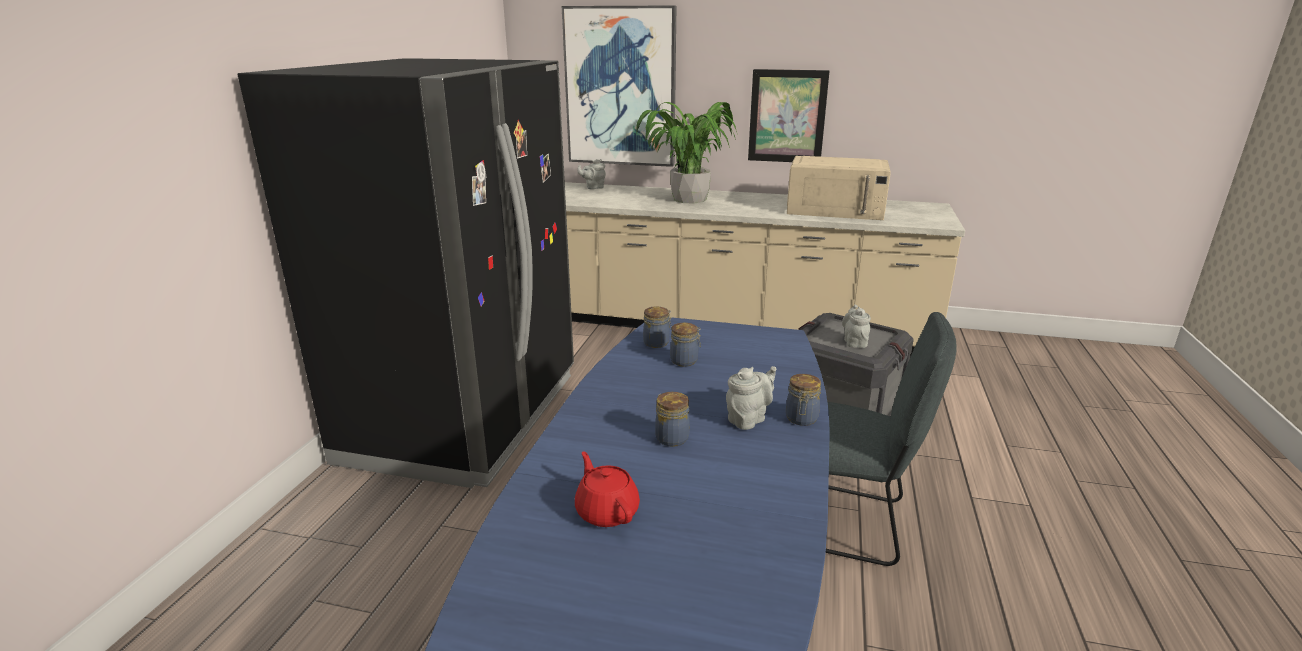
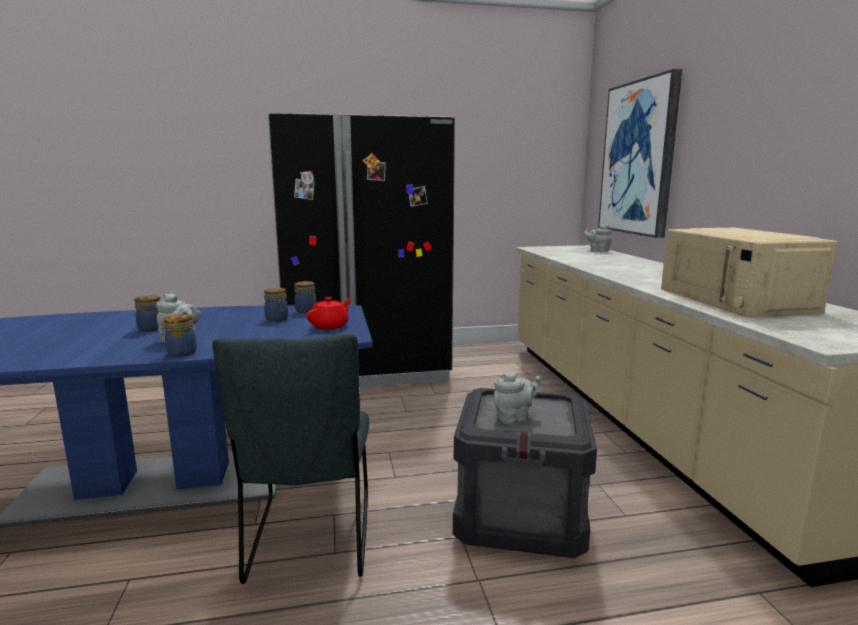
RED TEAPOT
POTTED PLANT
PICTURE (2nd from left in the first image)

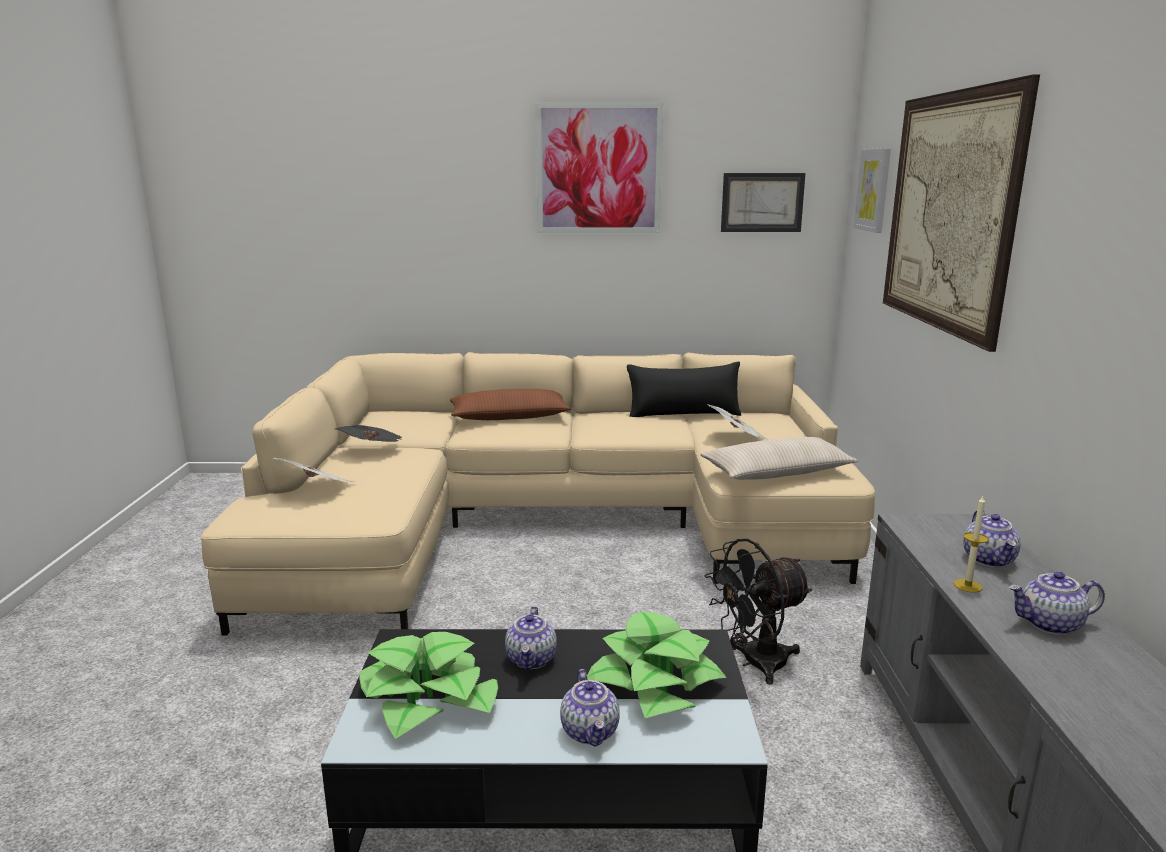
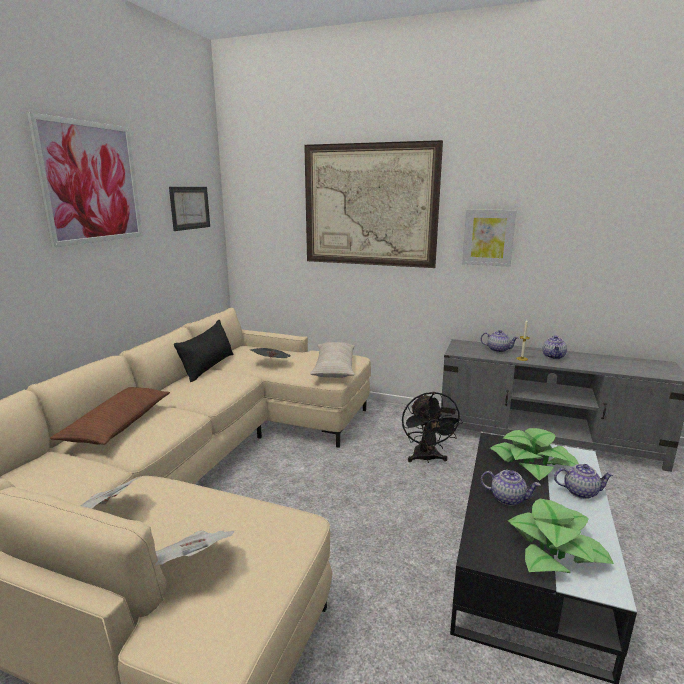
PICTURE (4th from left)

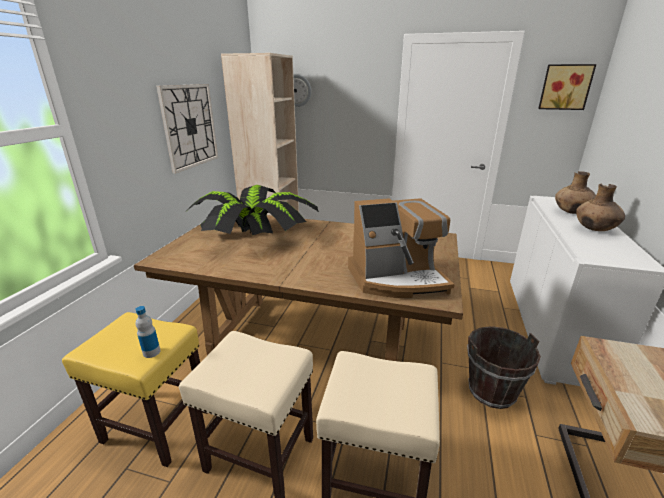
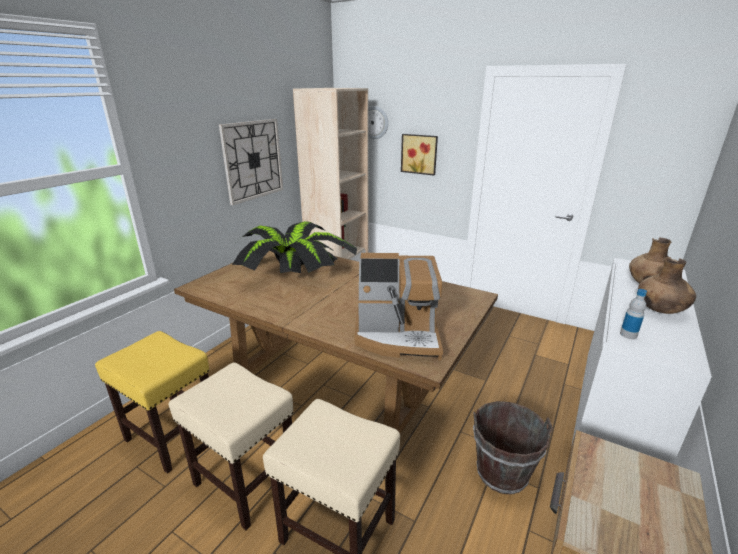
BOTTLE
PICTURE

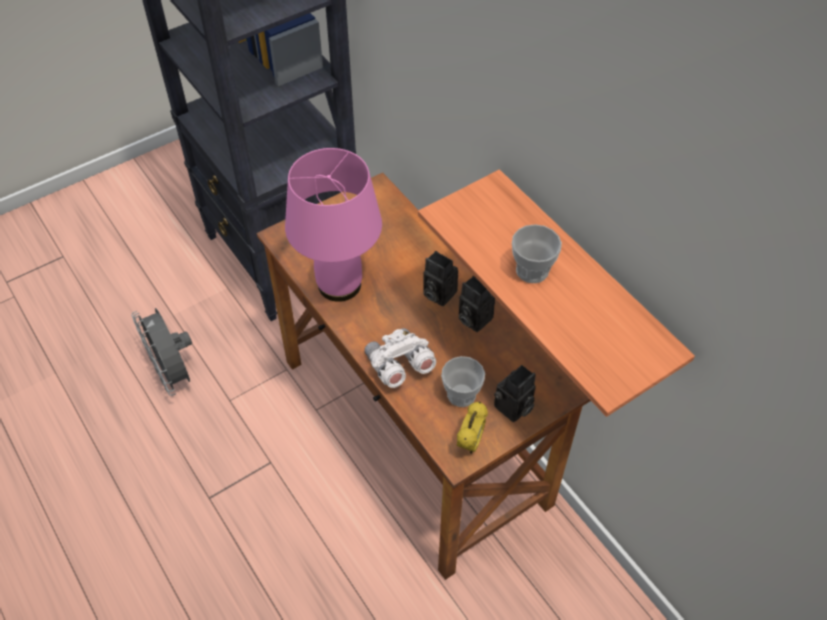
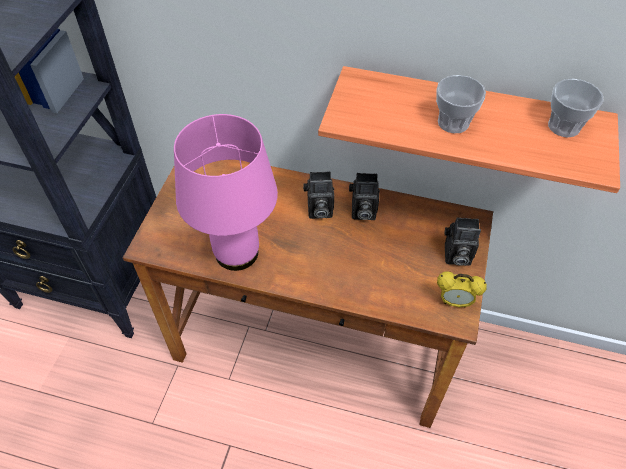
GREY FAN
WHITE BINOCULARS
CUP (2nd from left)
ALARM CLOCK
PHOTO CAMERA (3rd from left)

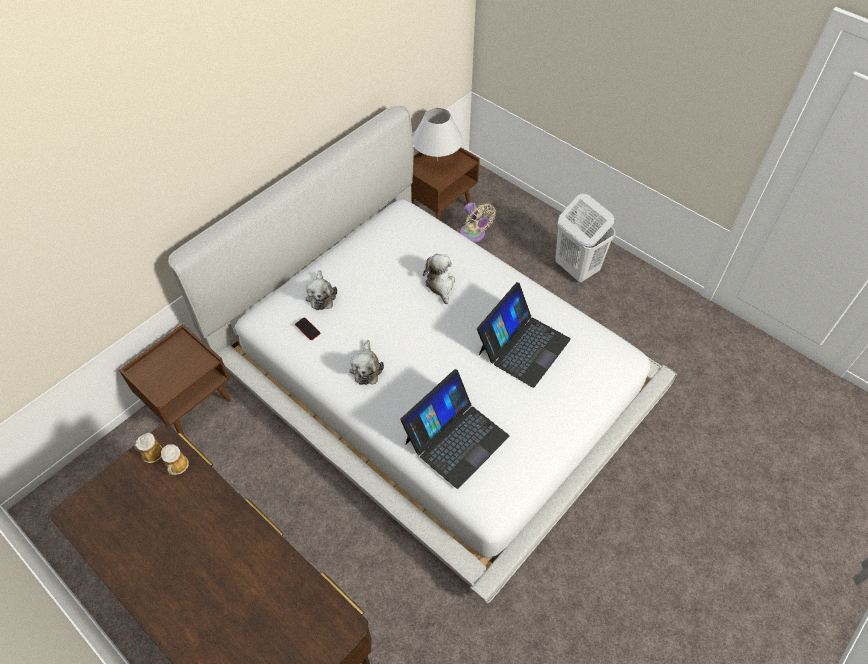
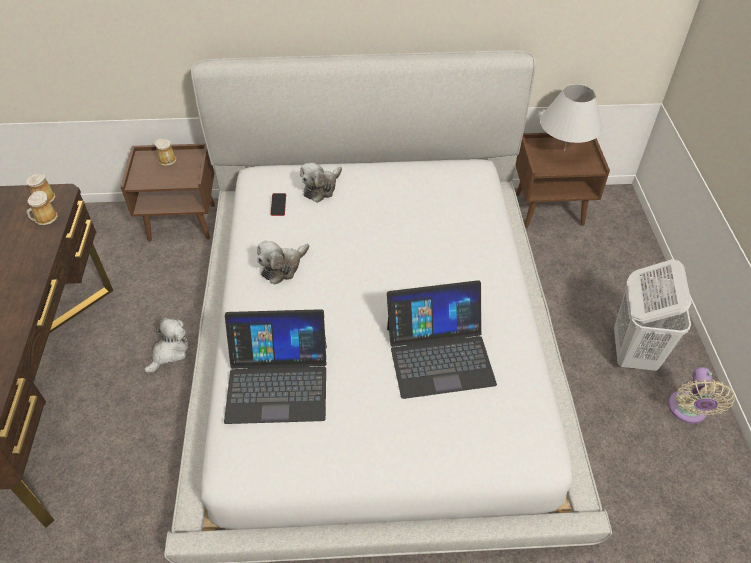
PLUSH TOY (1st from left)
BEIGE FAN
MUG (3rd from left)

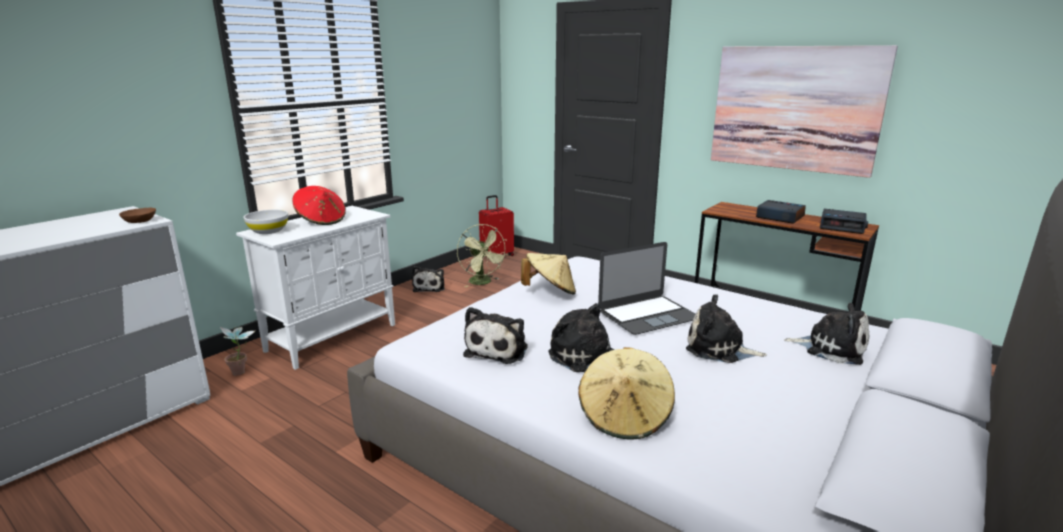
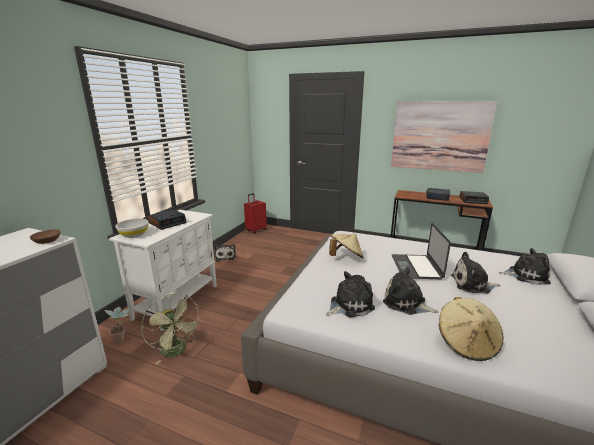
ALARM CLOCK (1st from left)
GREEN FAN
PLUSH TOY (2nd from left)
LAPTOP

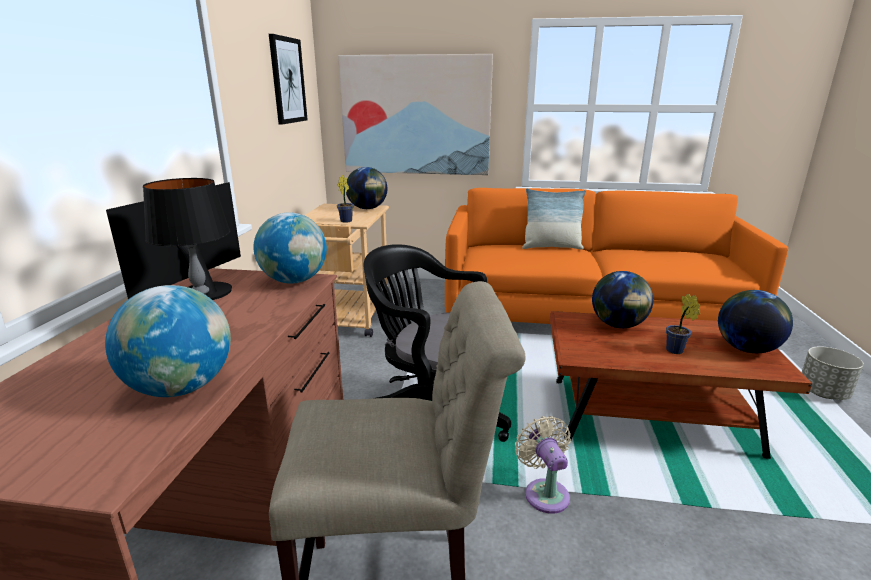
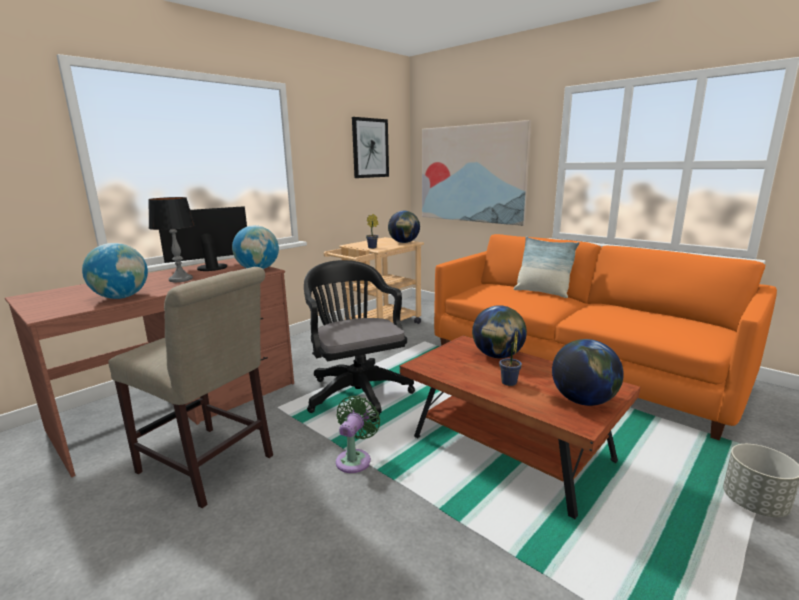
GREEN FAN

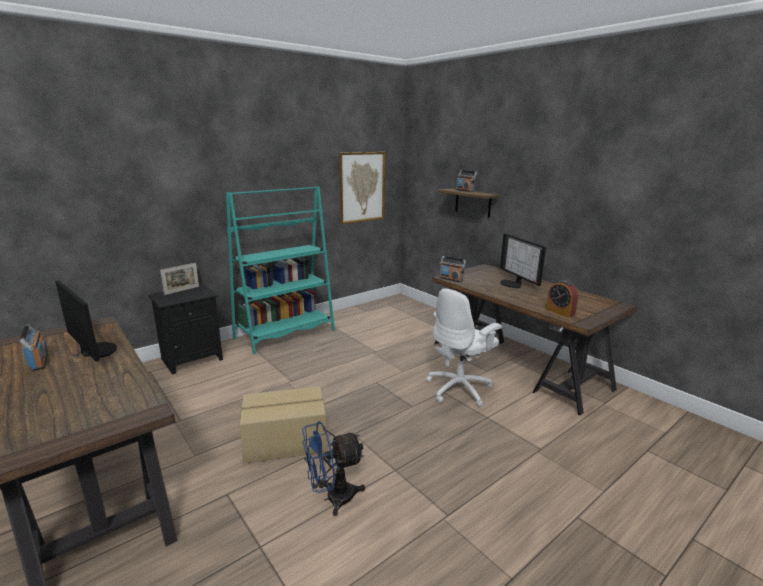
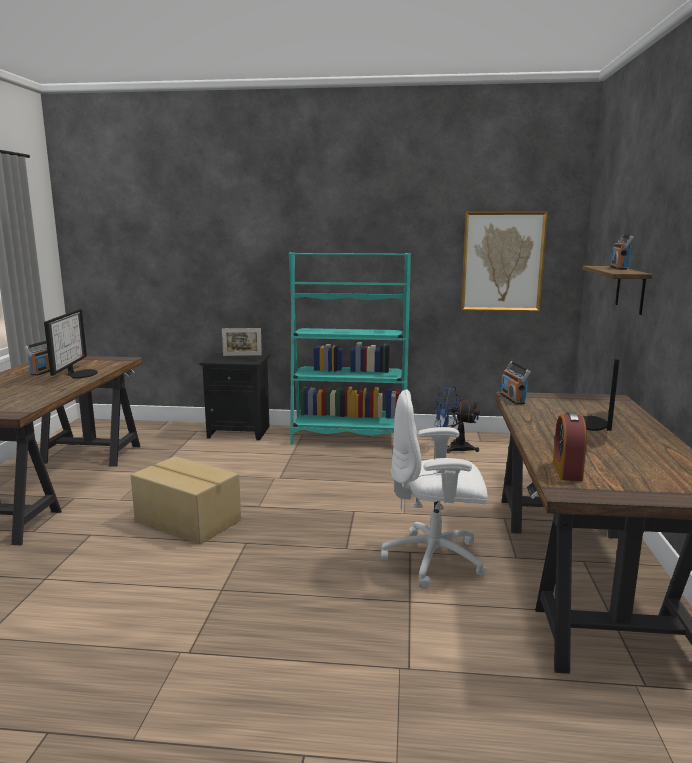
BLUE FAN

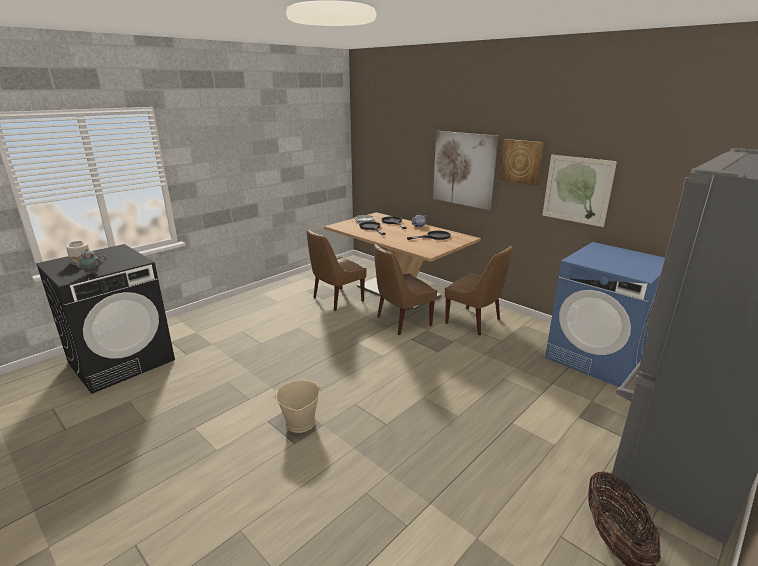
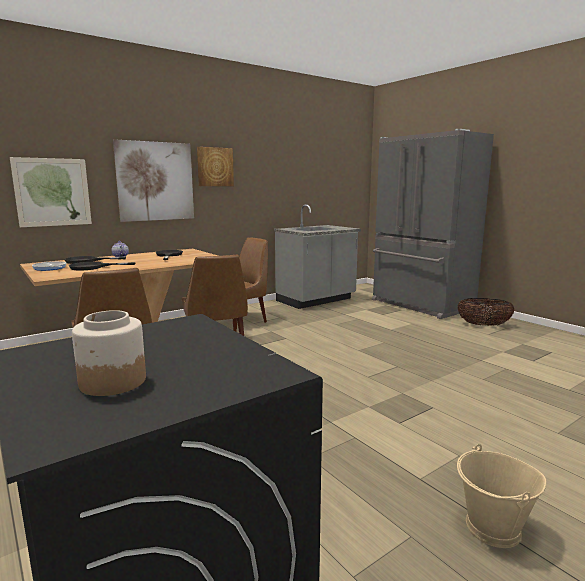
TEAPOT (1st from left in the first image)
BEIGE BUCKET
PICTURE (1st from left)
GREY COUNTER

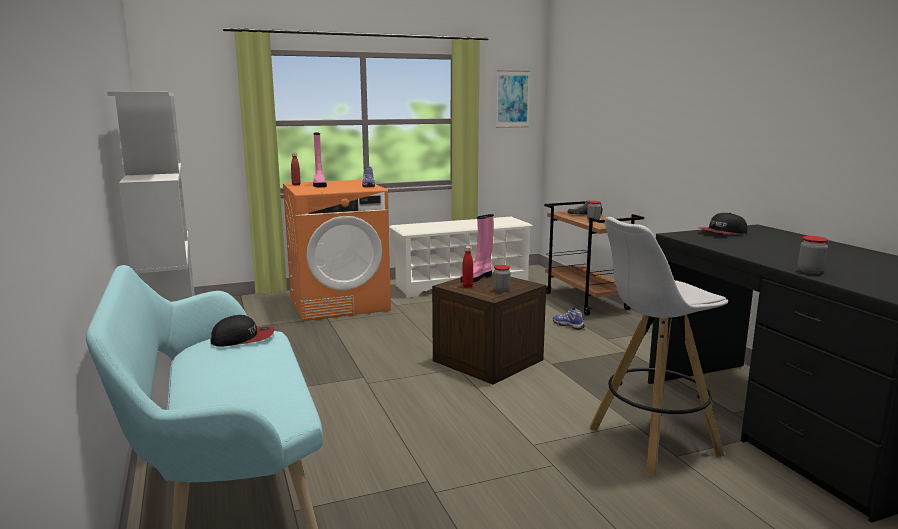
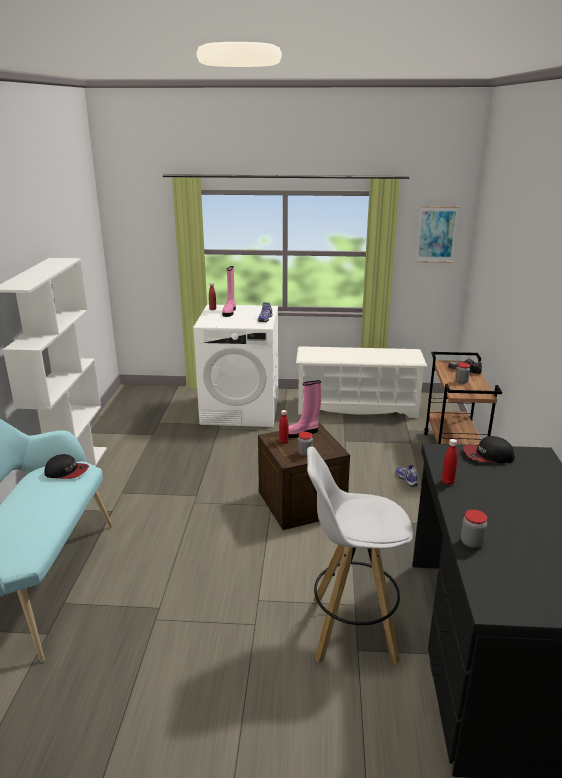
WHITE WASHING MACHINE
RED BOTTLE (3rd from left)

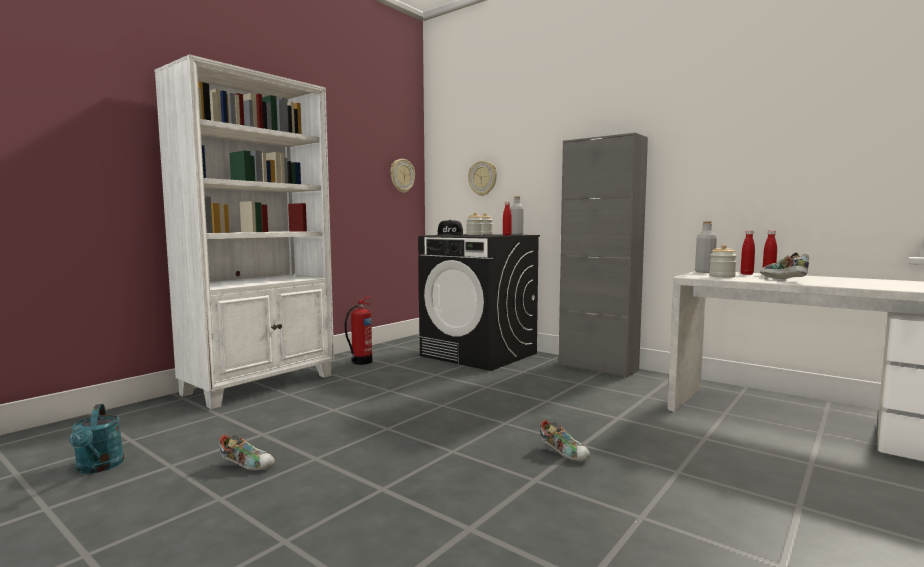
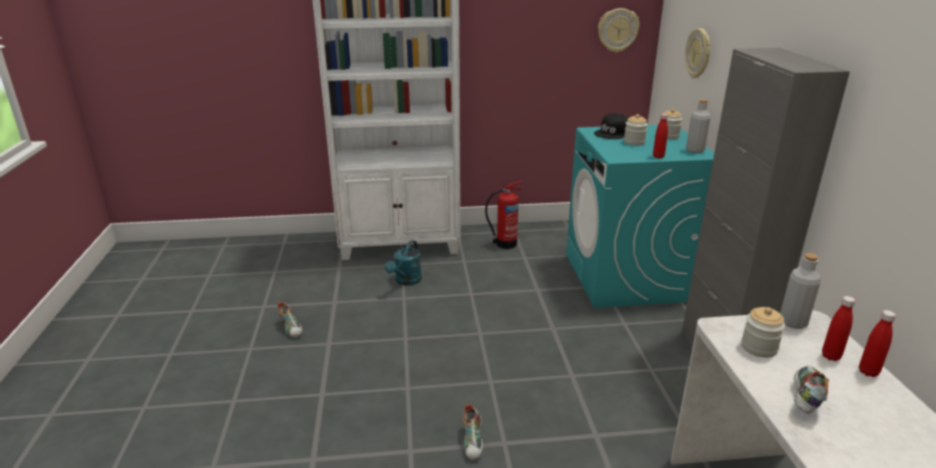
TURQUOISE WATERING CAN
TURQUOISE WASHING MACHINE

